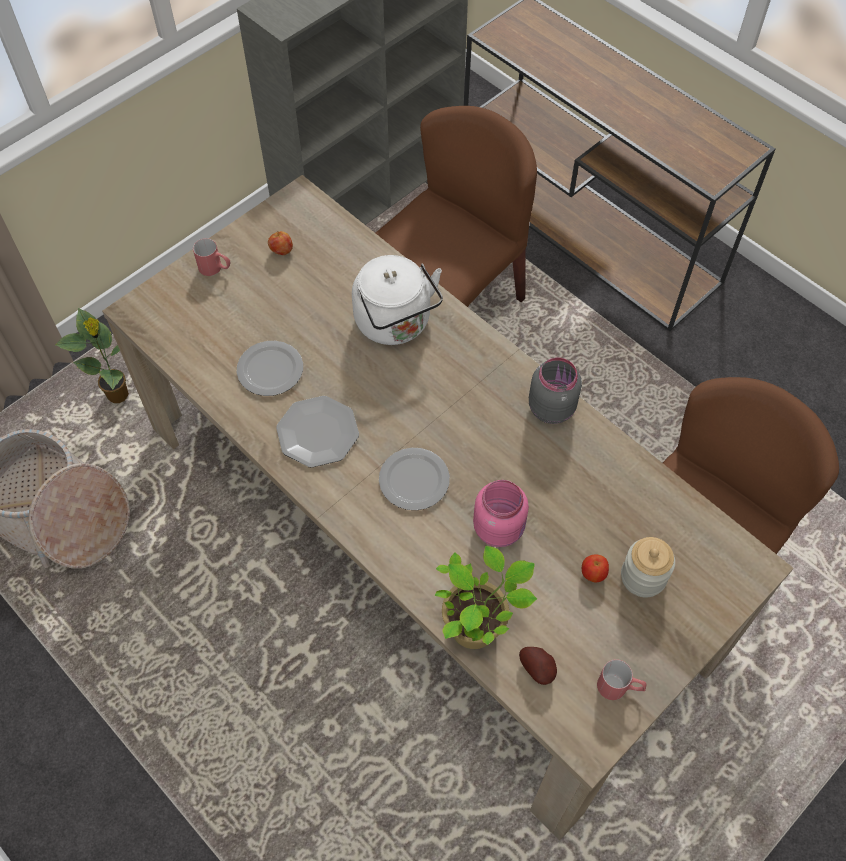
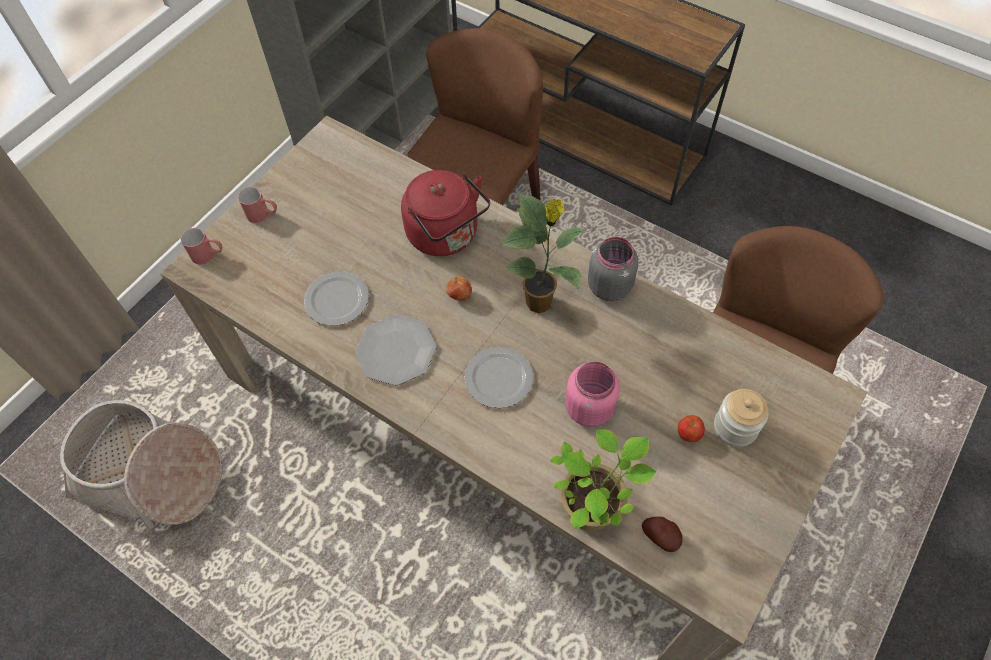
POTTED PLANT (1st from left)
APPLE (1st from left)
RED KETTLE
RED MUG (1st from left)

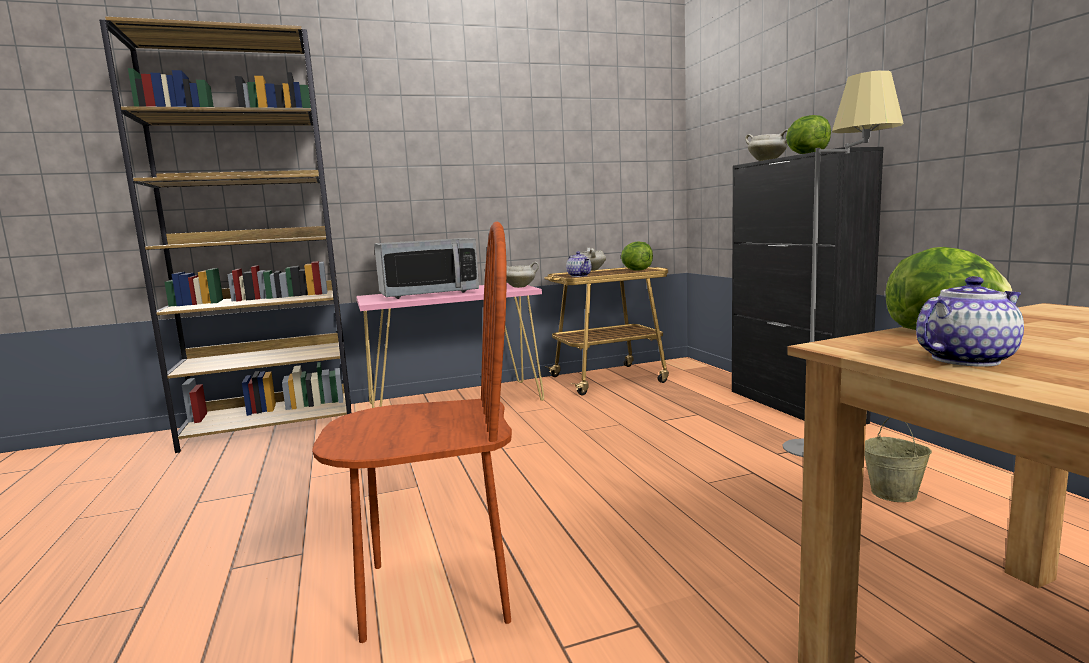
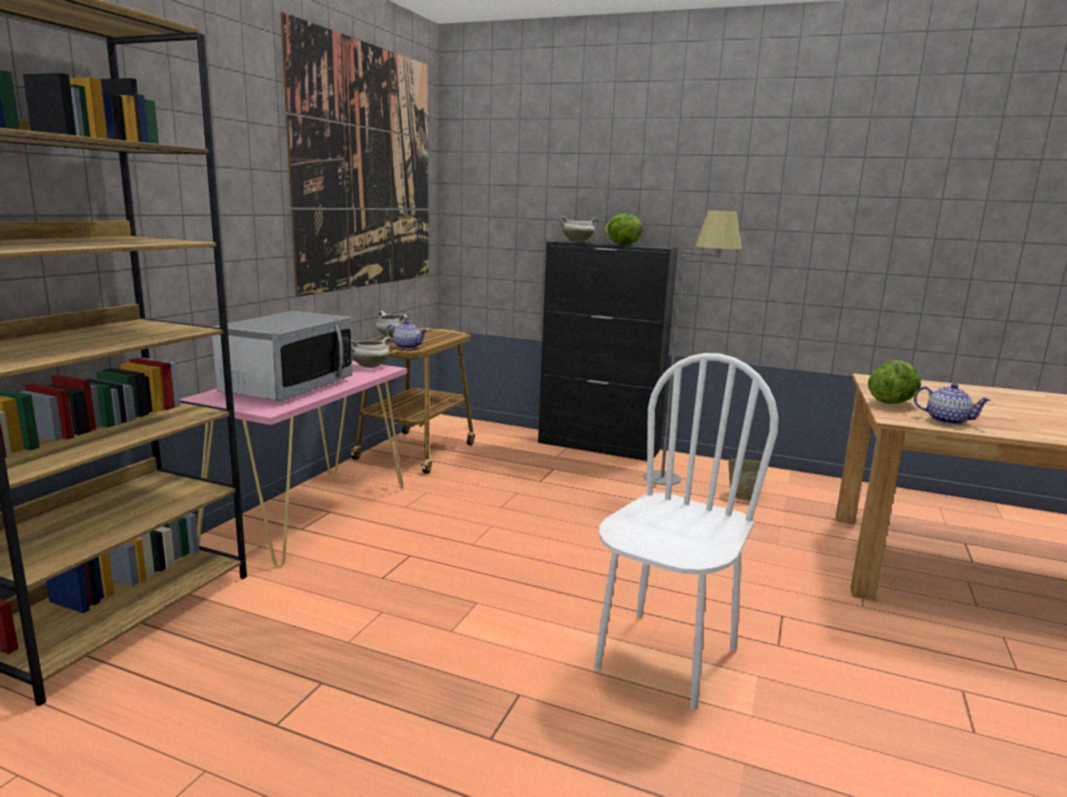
WHITE CHAIR
LETTUCE (1st from left in the first image)
TEAPOT (2nd from left)
PICTURE

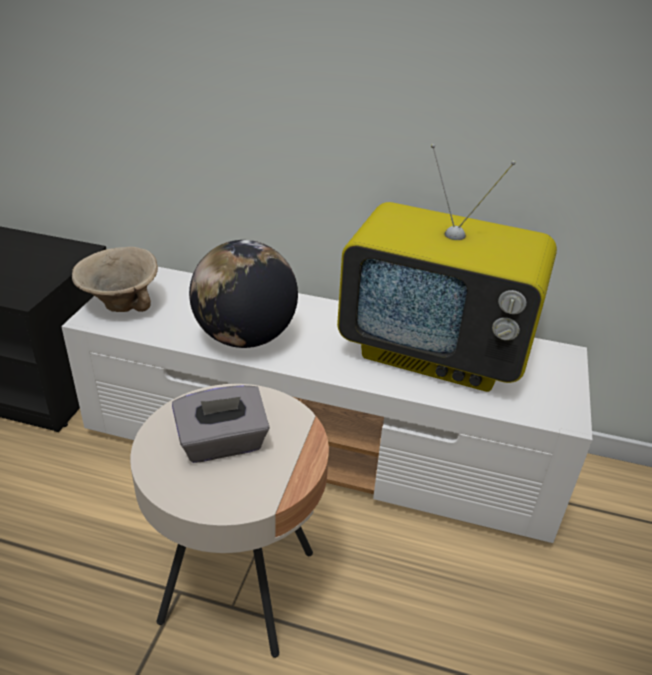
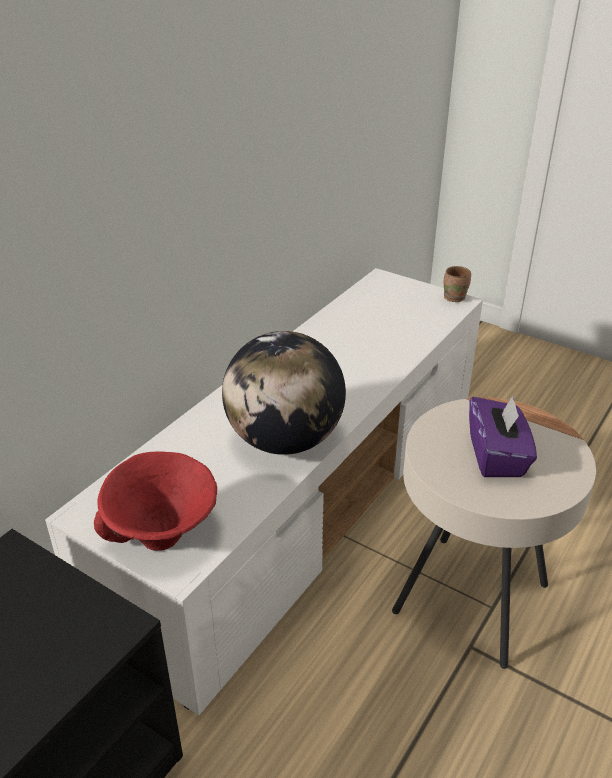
RED BOWL
PURPLE TISSUE BOX
TELEVISION
BROWN MUG

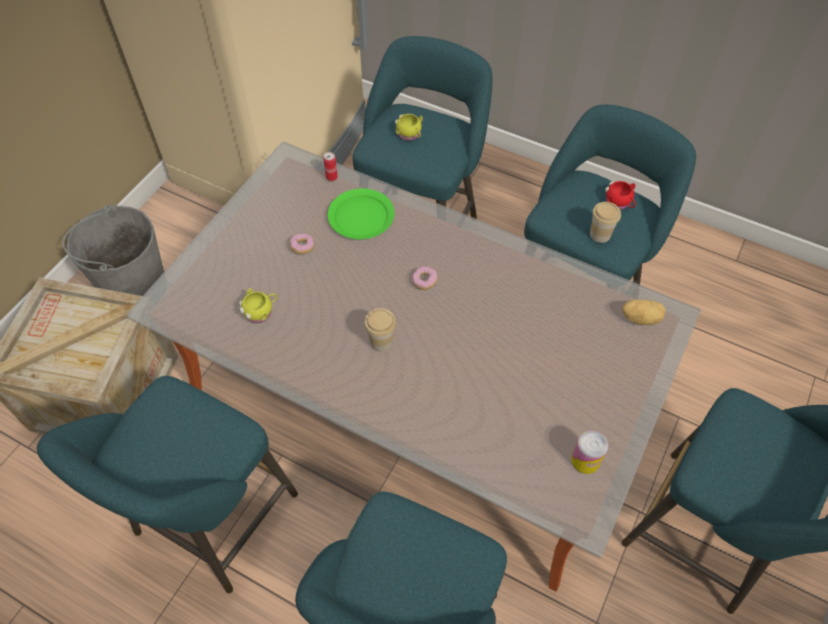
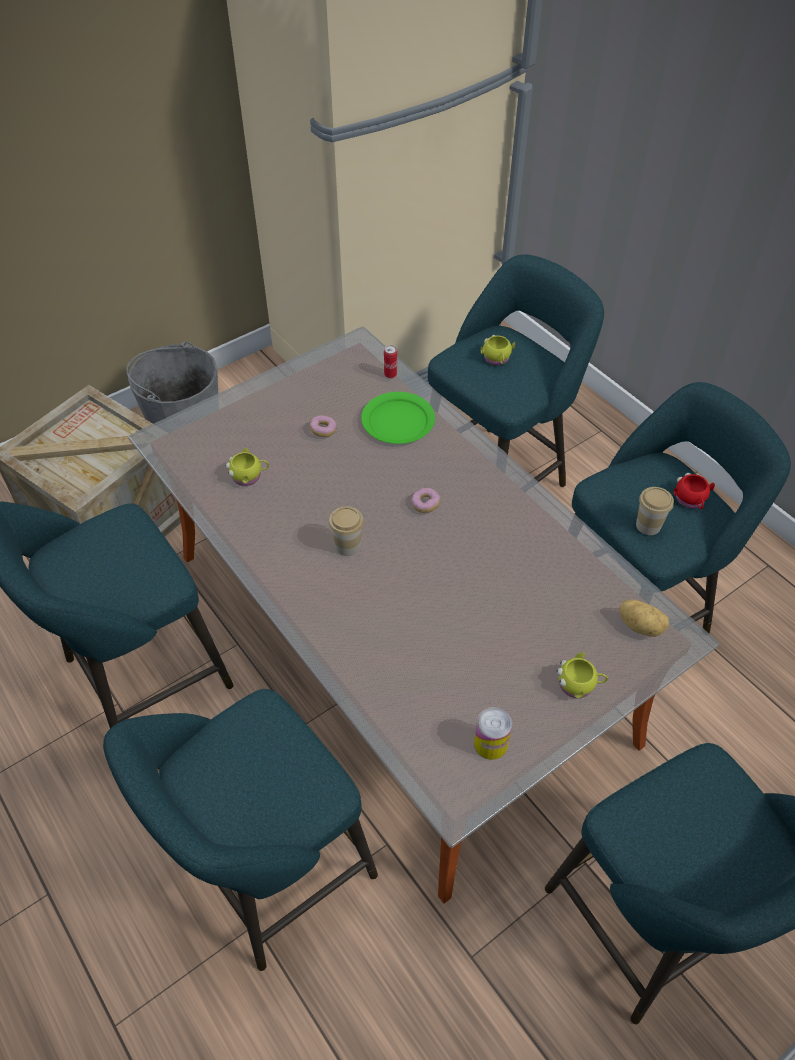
YELLOW MUG (3rd from left)

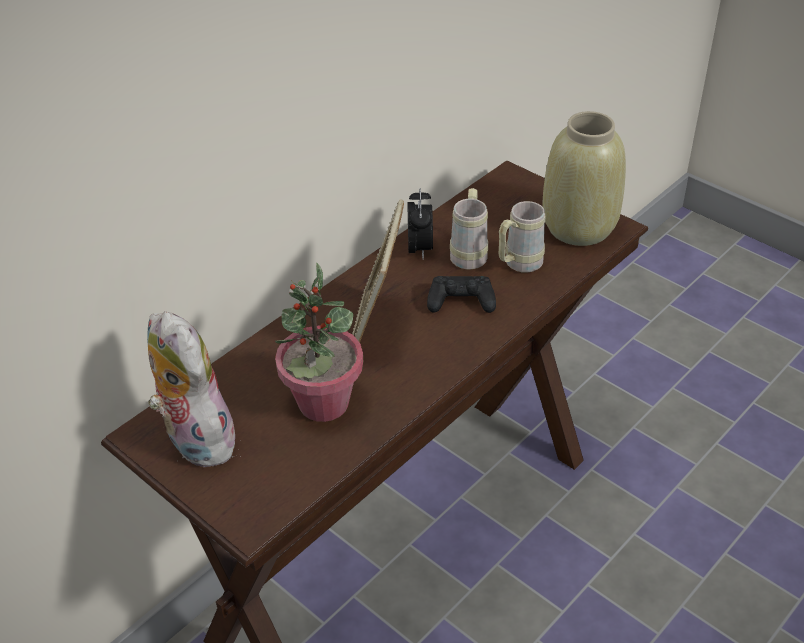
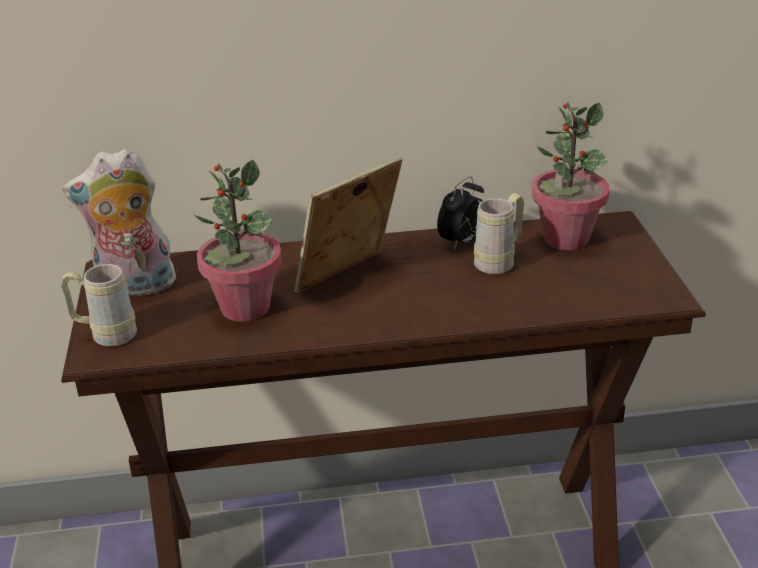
PLUSH TOY
BLACK GAME CONTROLLER
BEIGE MUG (1st from left)
BEIGE VASE
POTTED PLANT (2nd from left)

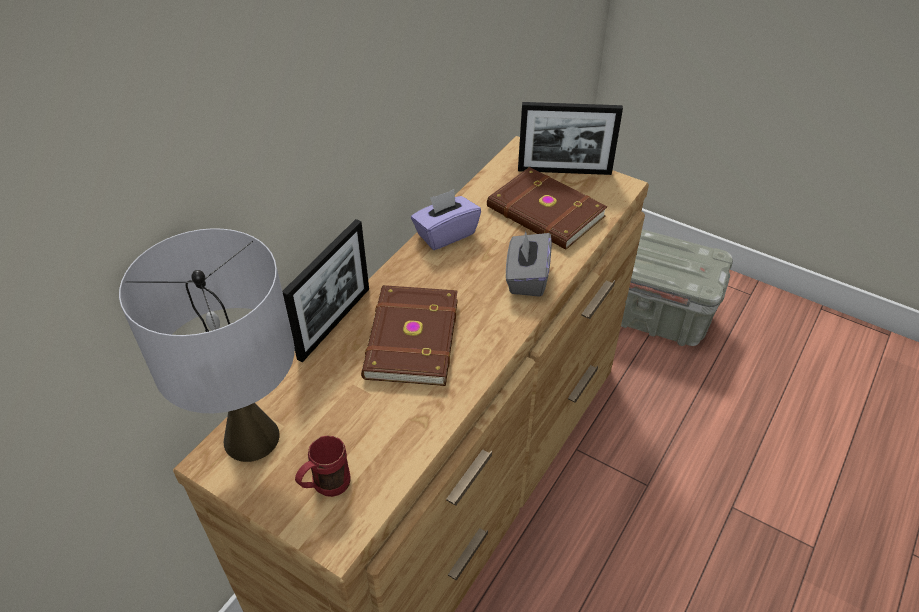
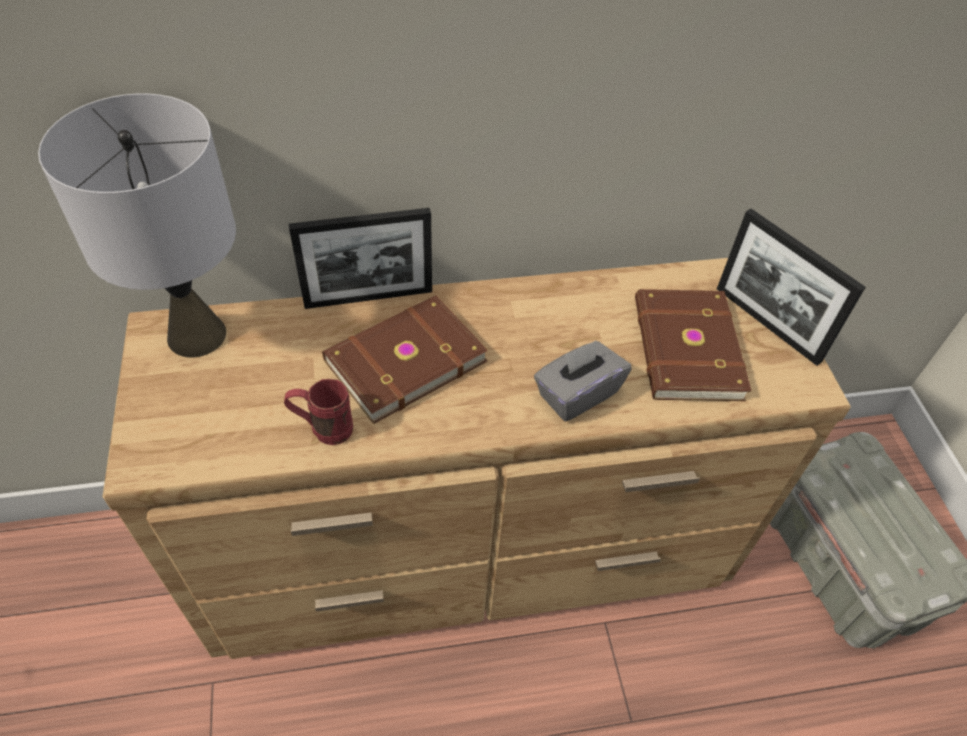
RED MUG
PURPLE TISSUE BOX

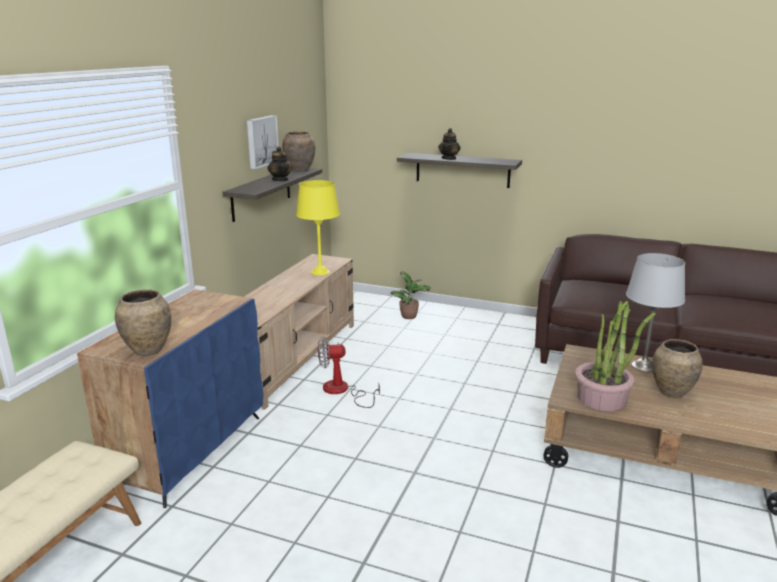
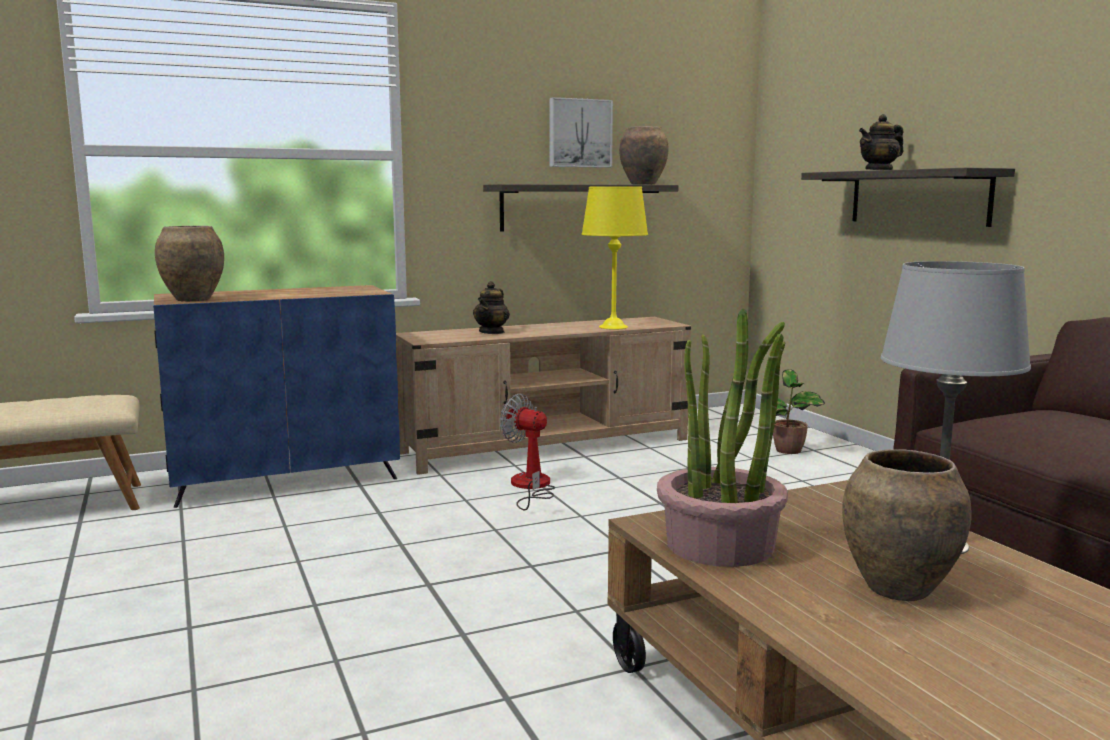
TEAPOT (1st from left)

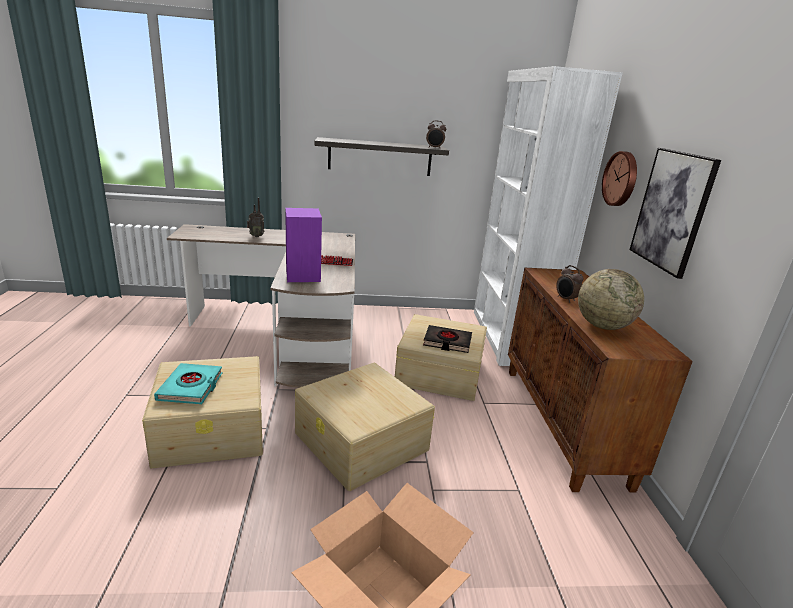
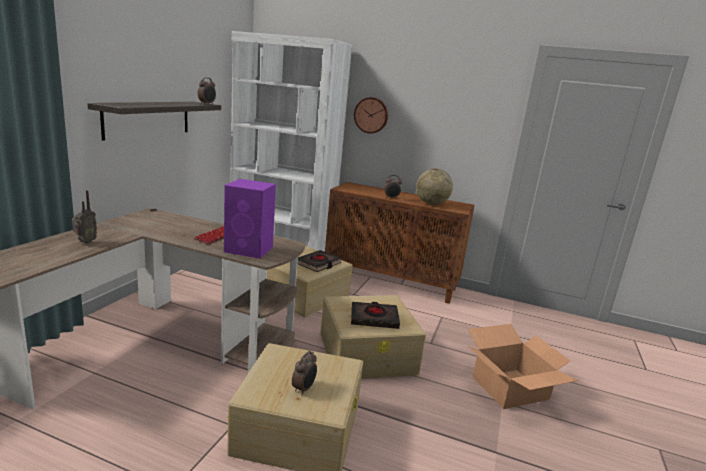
ALARM CLOCK (2nd from left)
PICTURE
BLACK BOOK (2nd from left)

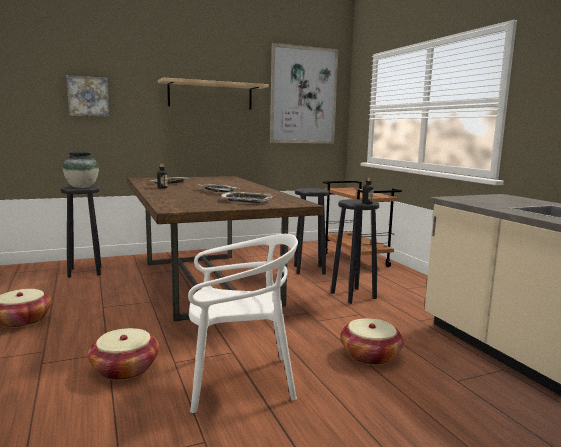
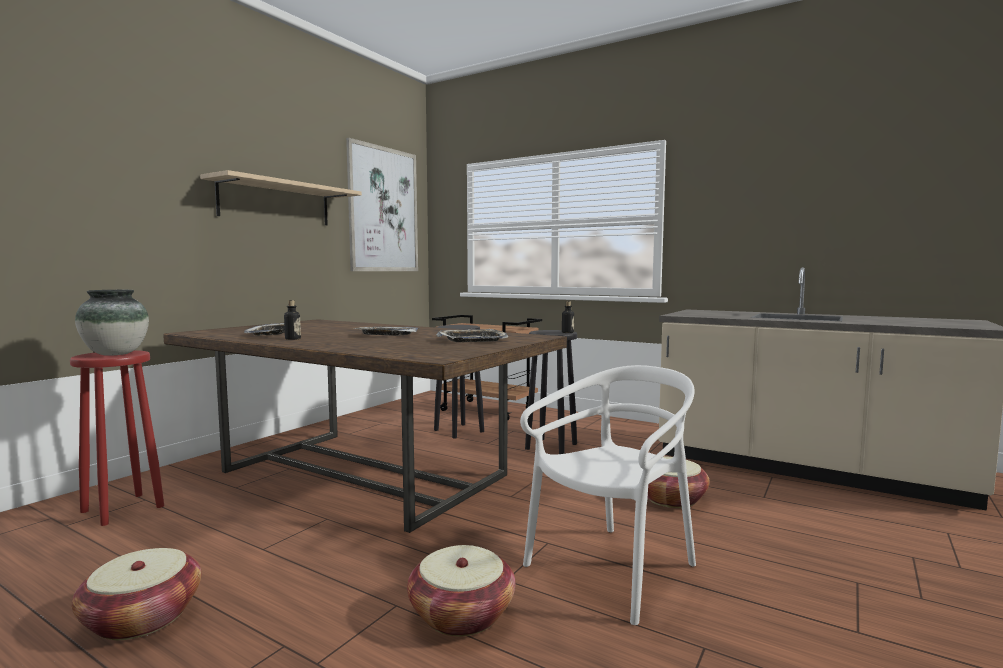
RED STOOL
PICTURE (1st from left in the first image)

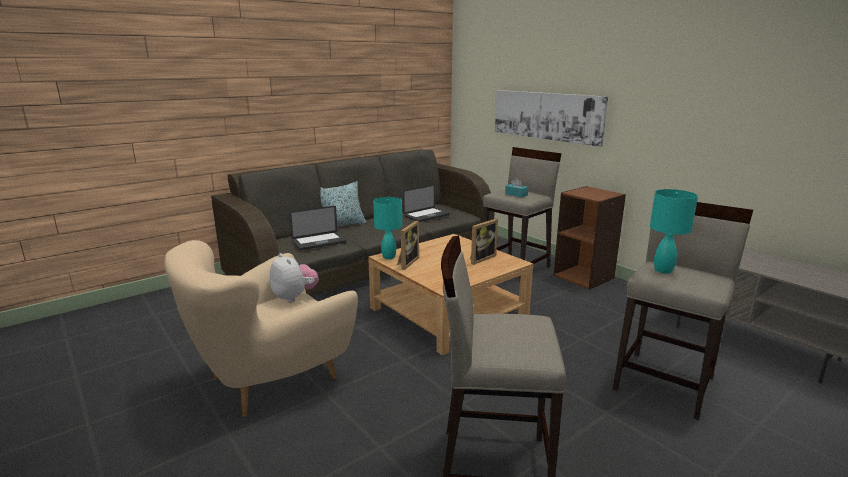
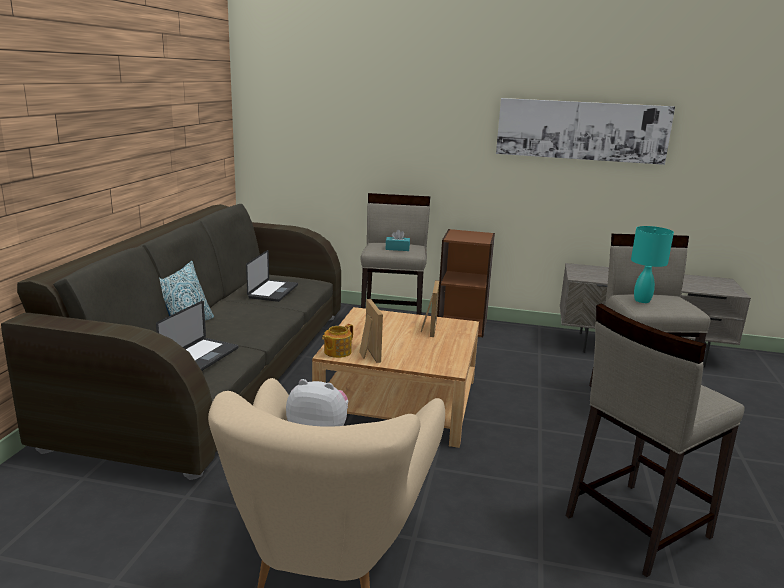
TEAPOT
PICTURE

